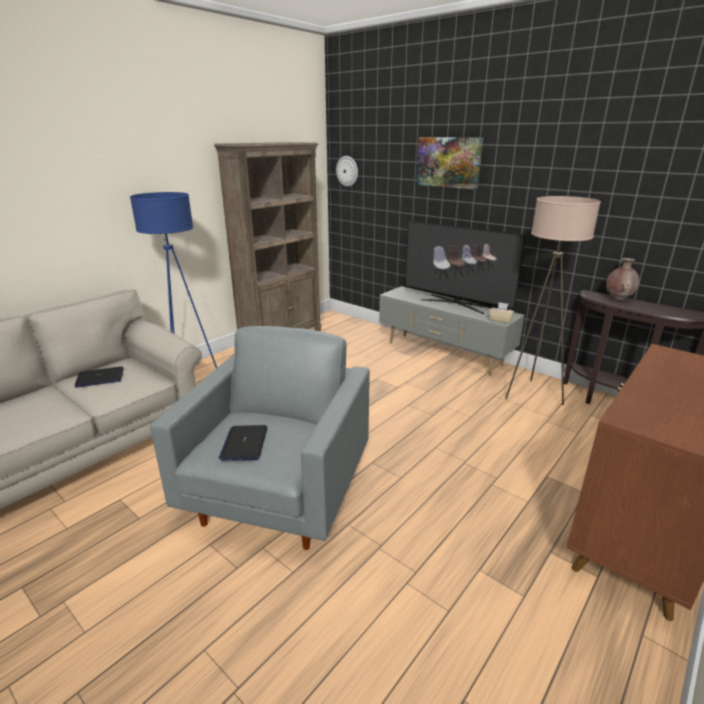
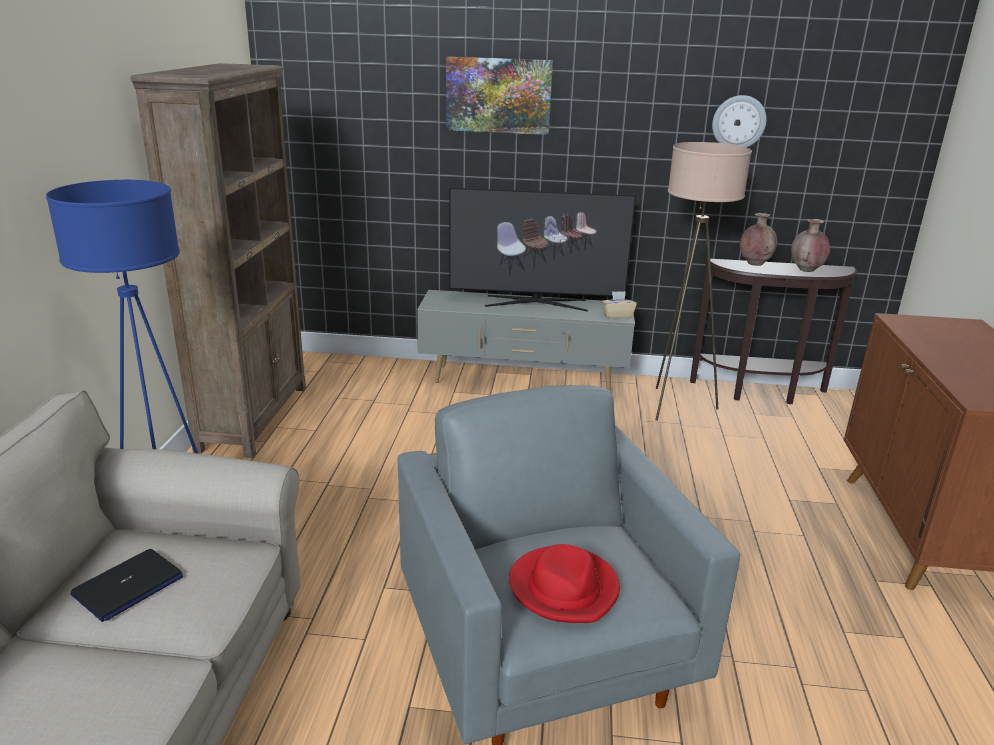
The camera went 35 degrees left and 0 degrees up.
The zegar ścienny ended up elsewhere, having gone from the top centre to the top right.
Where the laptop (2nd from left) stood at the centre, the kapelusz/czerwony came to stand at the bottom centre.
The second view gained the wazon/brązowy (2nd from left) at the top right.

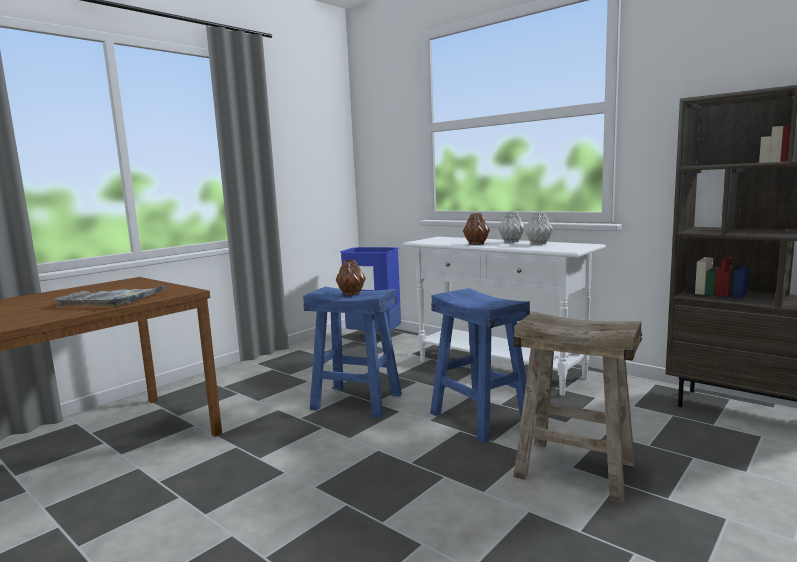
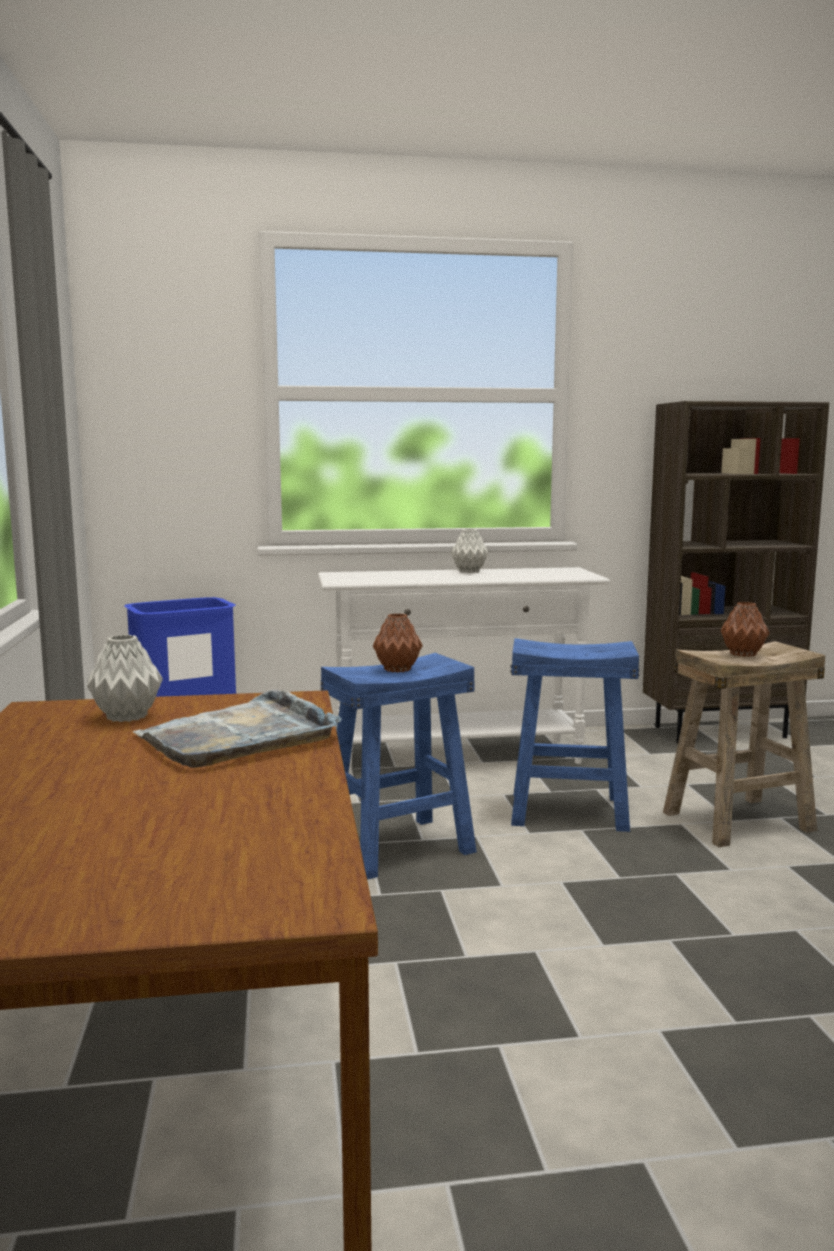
The camera went 50 degrees left and 0 degrees up.
The wazon/szary (2nd from left in the first image) ended up elsewhere, having gone from the middle right to the middle left.
The wazon/brązowy (2nd from left) ended up elsewhere, having gone from the centre to the middle right.

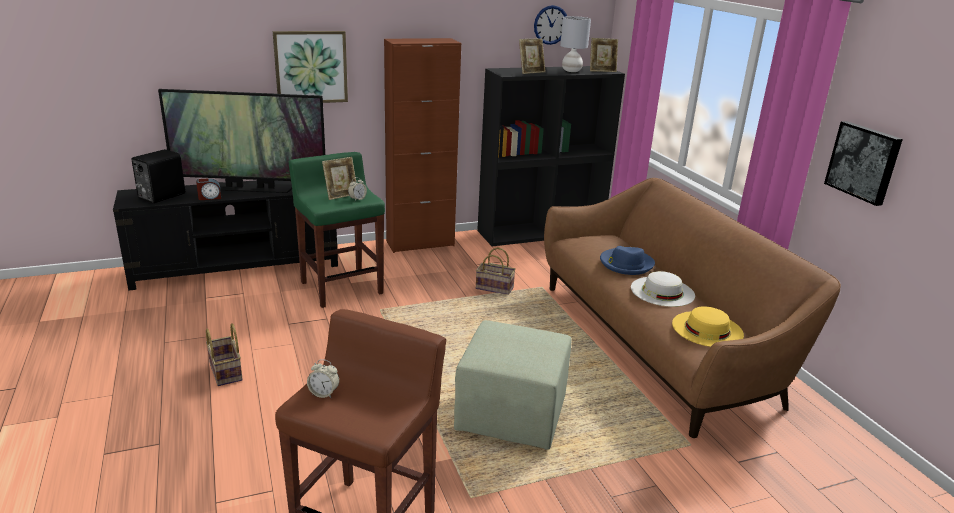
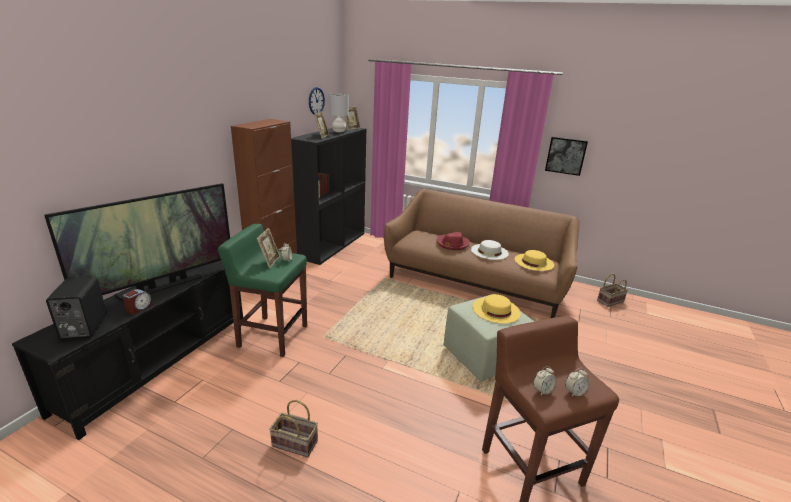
The camera went 45 degrees left and 0 degrees up.
The second view lost the obraz (1st from left) at the top left.
What was the kapelusz/niebieski at the centre turned into the kapelusz/czerwony at the centre.
The koszyk (2nd from left) ended up elsewhere, having gone from the centre to the middle right.
The second view gained the kapelusz/żółty (1st from left) at the centre.
The second view gained the budzik (4th from left) at the bottom right.

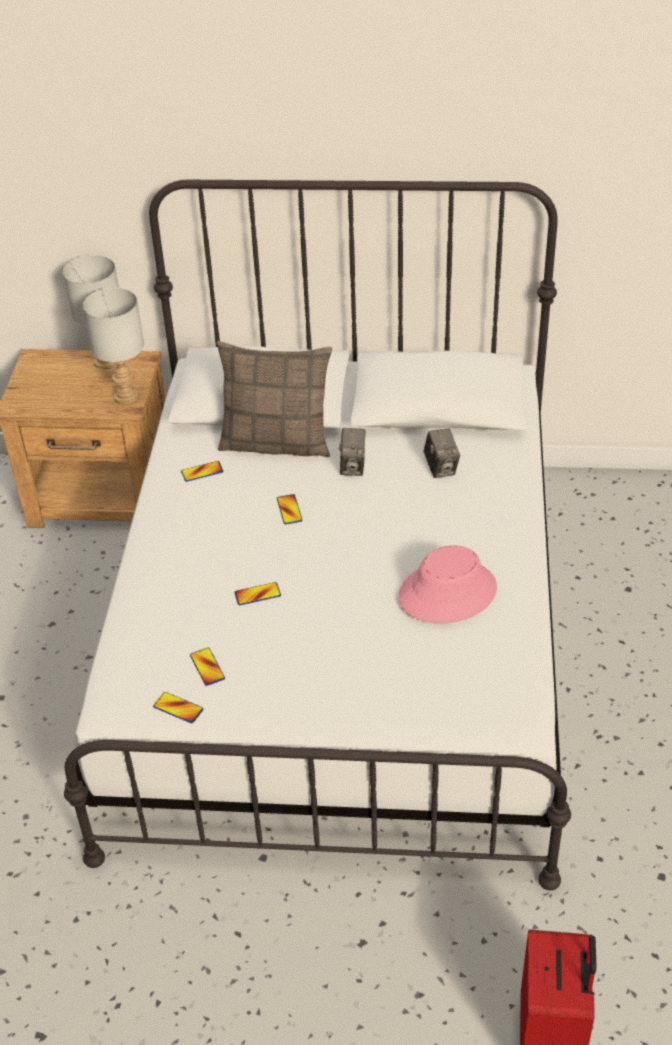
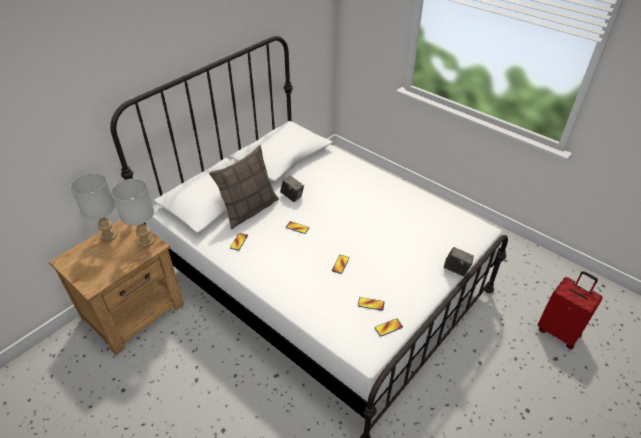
The camera went 55 degrees left and 0 degrees up.
The aparat fotograficzny (2nd from left) ended up elsewhere, having gone from the centre to the middle right.
The second view lost the kapelusz/różowy at the centre.

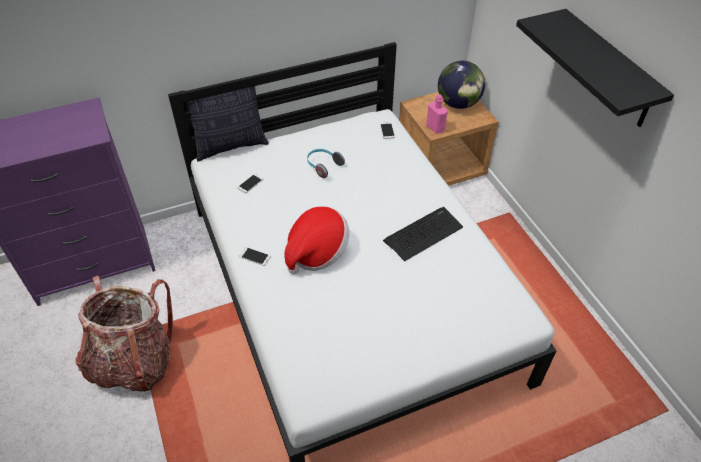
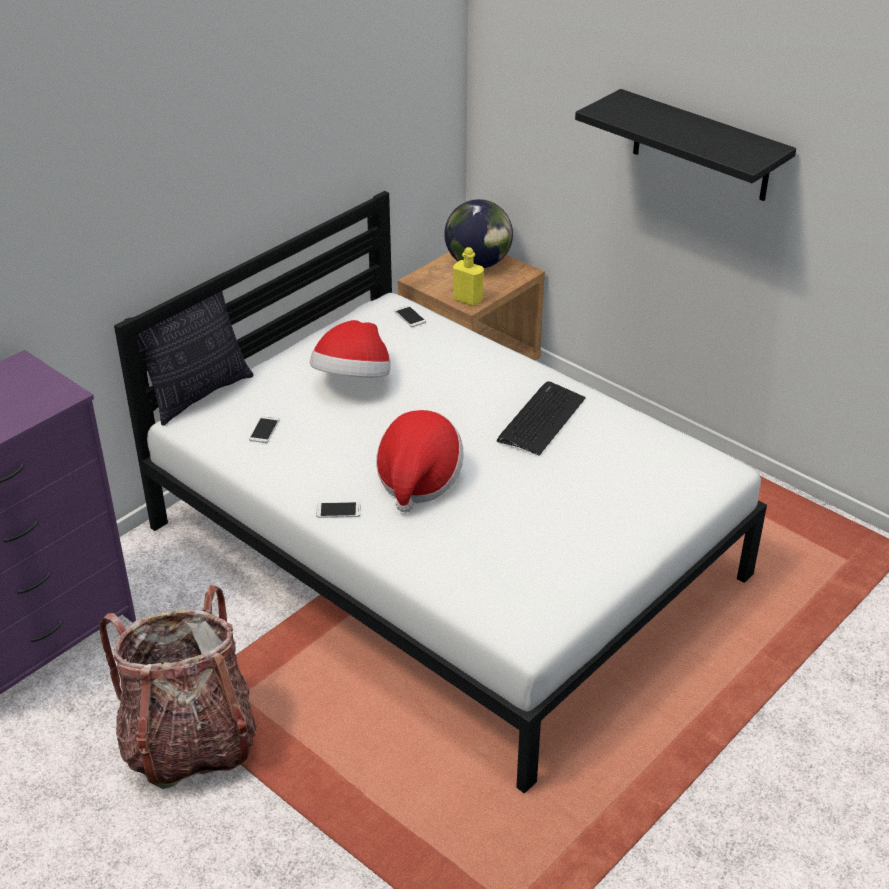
The camera went 25 degrees left and 10 degrees down.
What was the butelka/różowy at the top centre turned into the butelka/żółty at the top centre.
Where the słuchawki stood at the centre, the kapelusz (1st from left) came to stand at the centre.

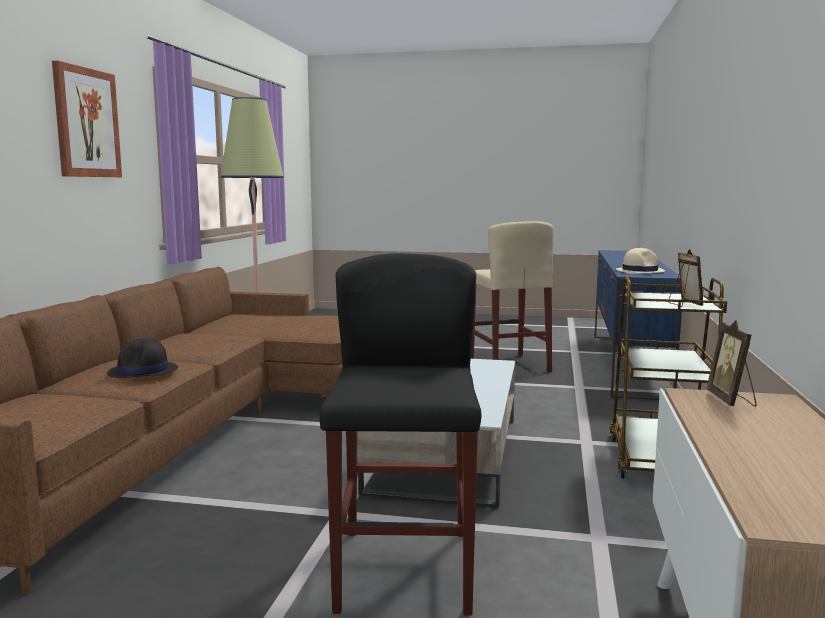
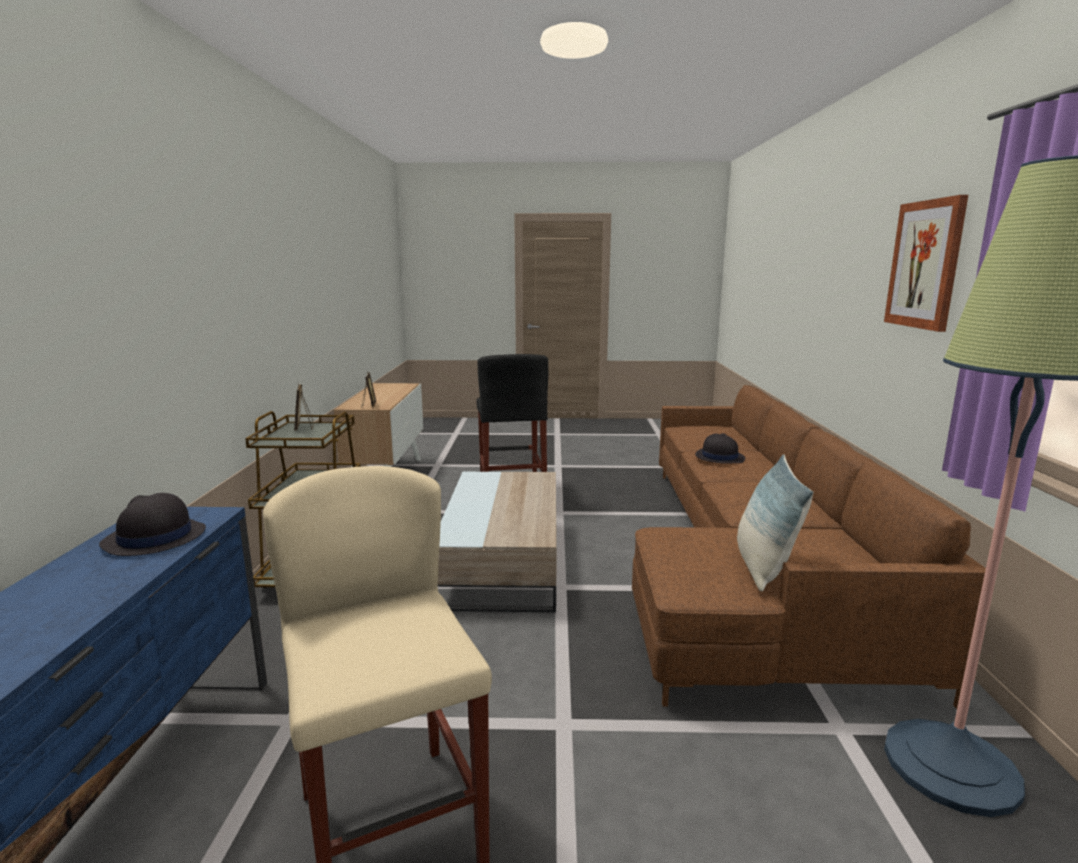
The camera went 170 degrees right and 5 degrees up.
What was the kapelusz/beżowy at the middle right turned into the kapelusz/czarny (1st from left) at the middle left.
The second view gained the poduszka at the middle right.

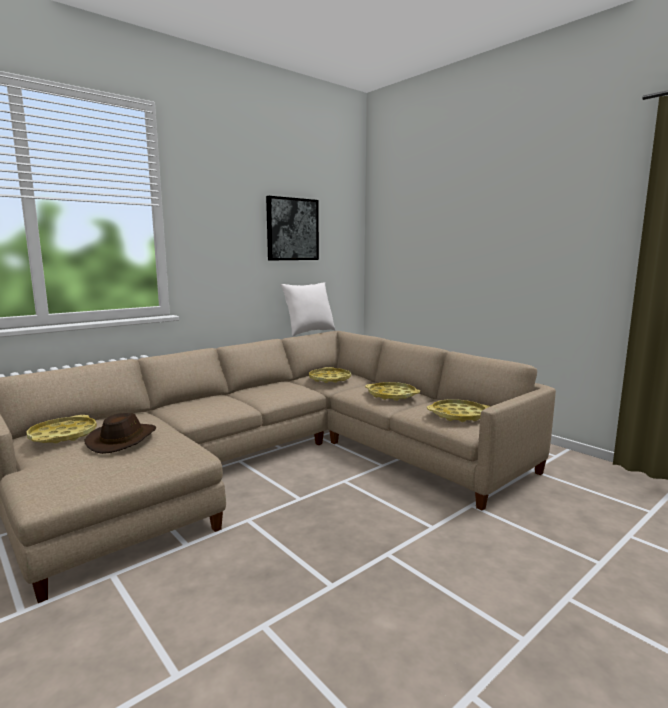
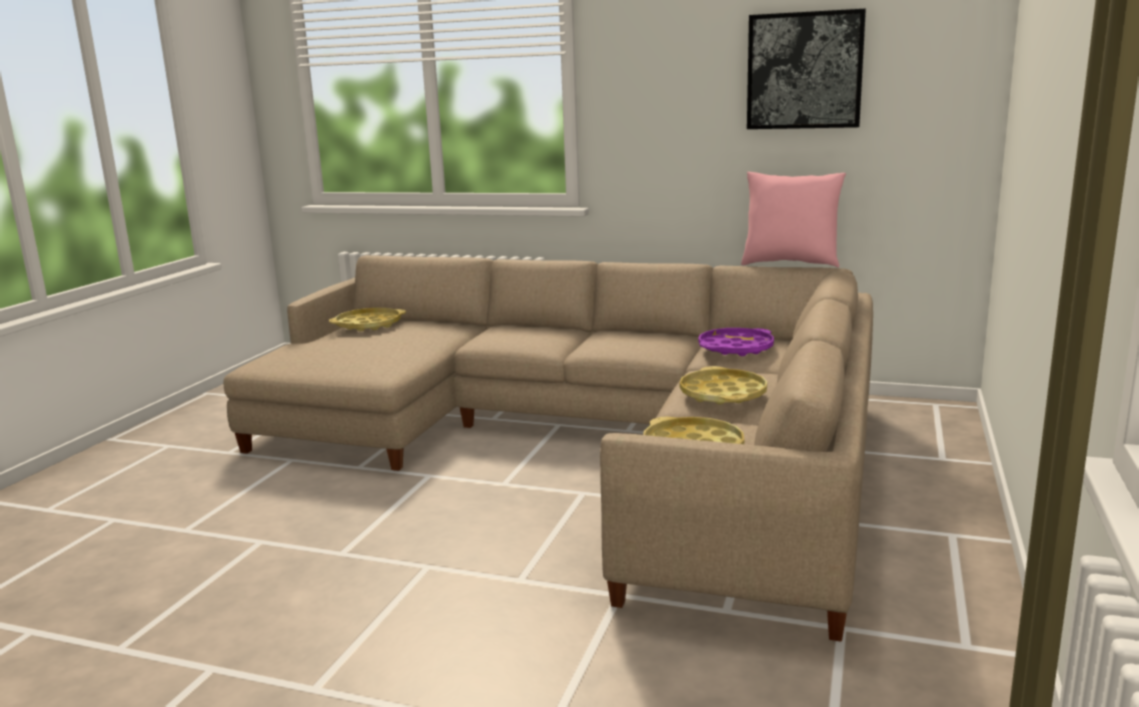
The camera went 60 degrees right and 5 degrees up.
What was the poduszka/biały at the centre turned into the poduszka/różowy at the top right.
What was the taca/żółty (2nd from left) at the centre turned into the taca/fioletowy at the centre.
The second view lost the kapelusz/brązowy at the middle left.

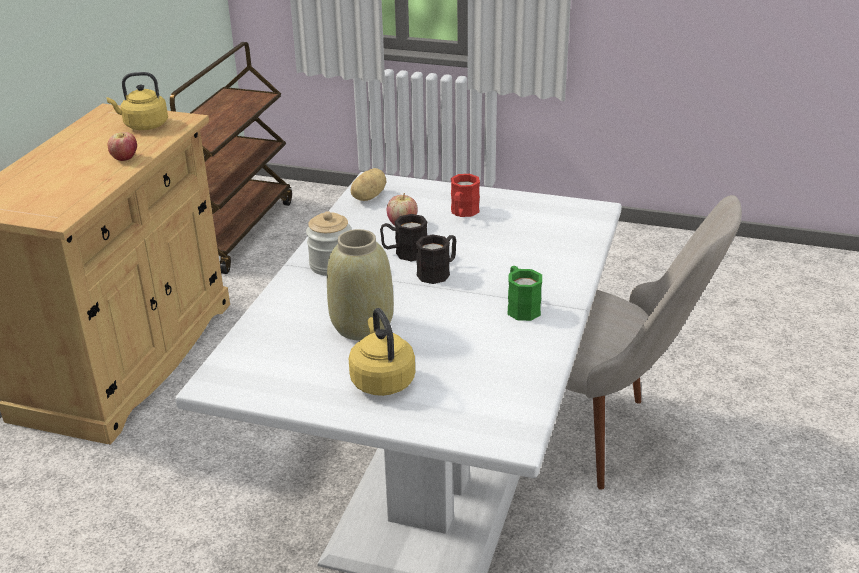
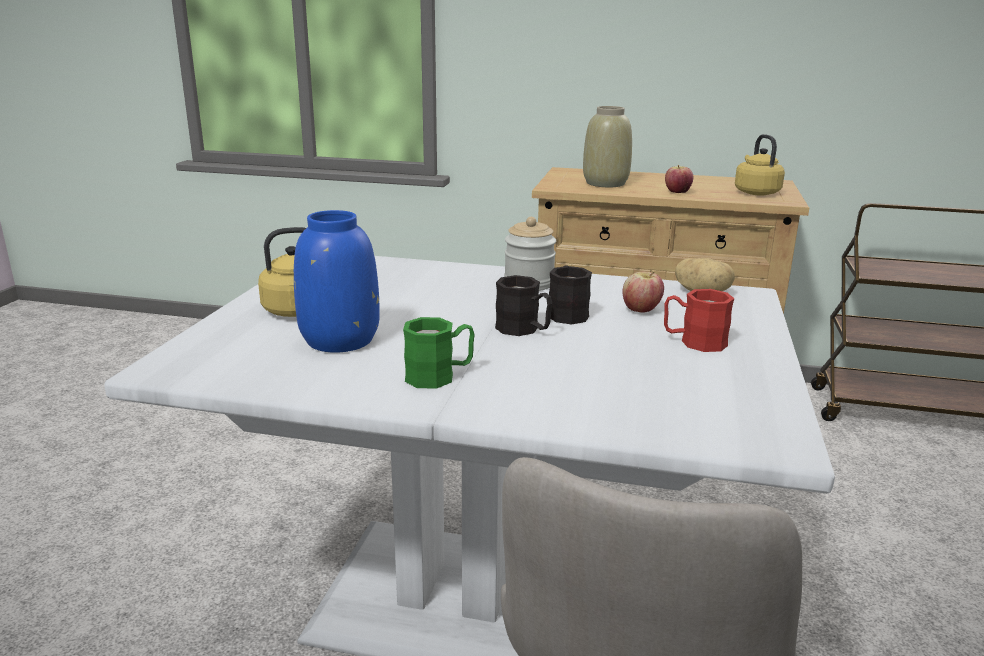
The camera went 85 degrees right and 10 degrees down.
The wazon/beżowy ended up elsewhere, having gone from the centre to the top centre.
The second view gained the wazon/niebieski at the centre.

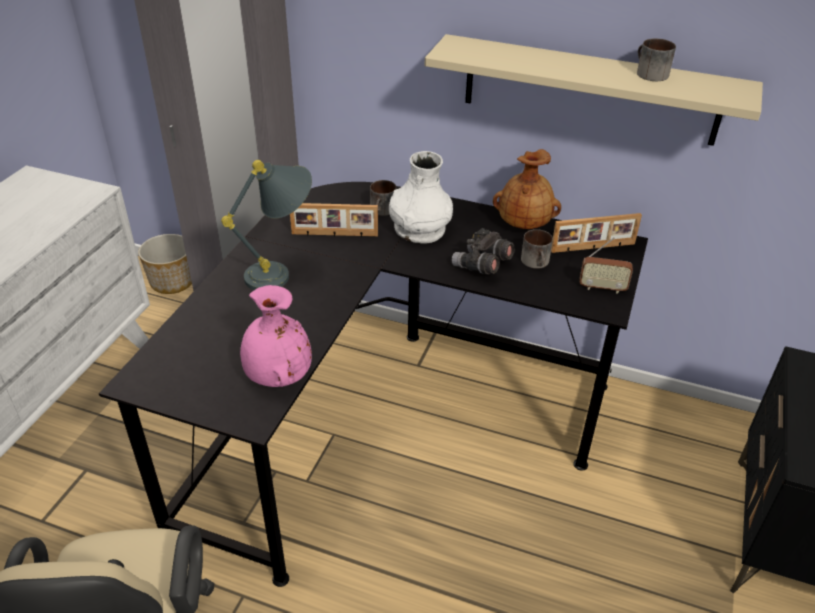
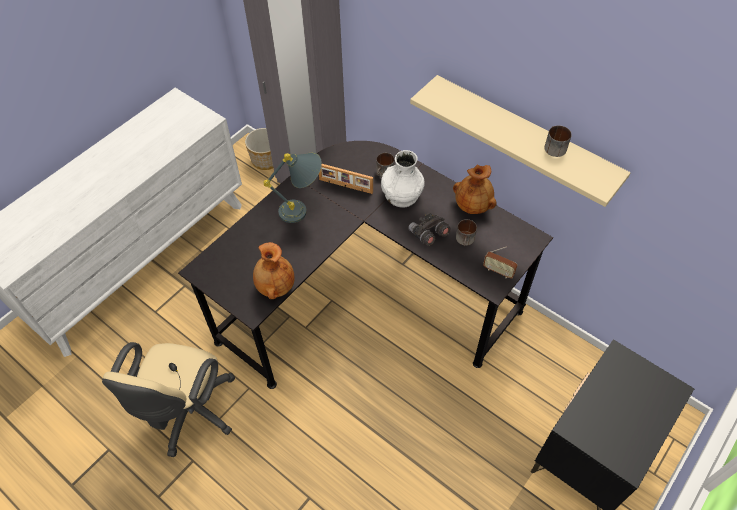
The camera went 20 degrees right and 15 degrees up.
The second view lost the ramka na zdjęcie (2nd from left) at the middle right.
What was the wazon/różowy at the centre turned into the wazon/brązowy (1st from left) at the centre.

